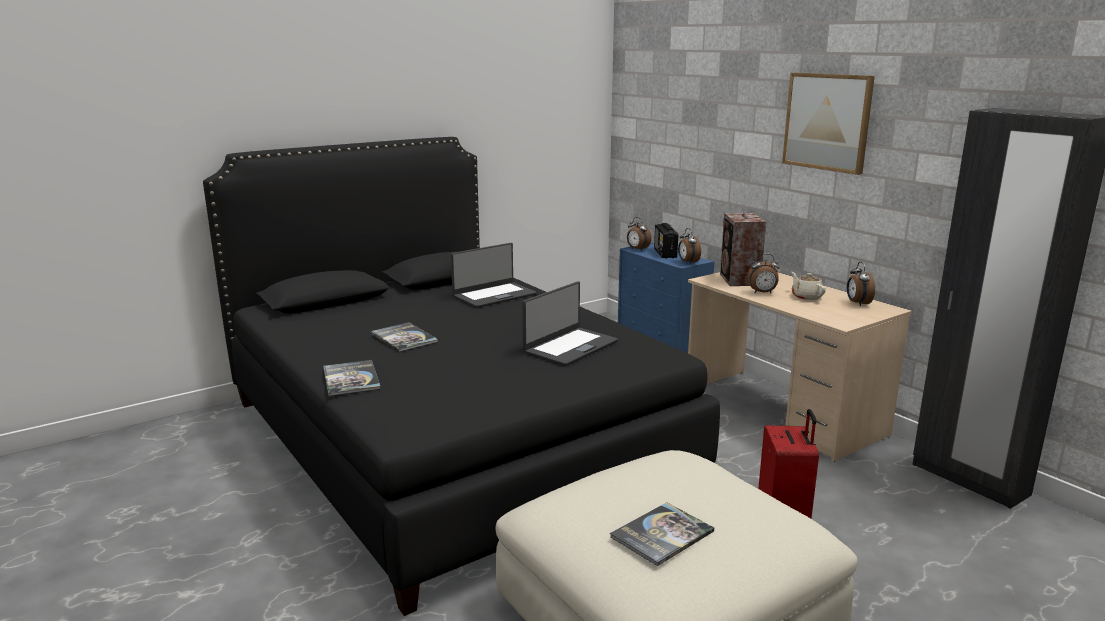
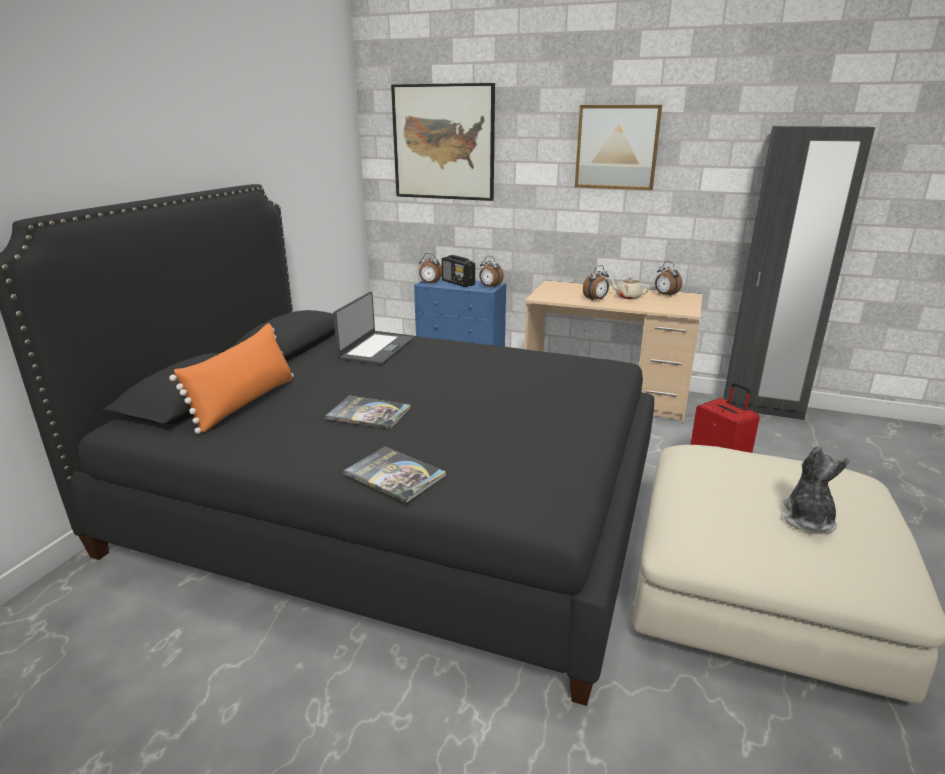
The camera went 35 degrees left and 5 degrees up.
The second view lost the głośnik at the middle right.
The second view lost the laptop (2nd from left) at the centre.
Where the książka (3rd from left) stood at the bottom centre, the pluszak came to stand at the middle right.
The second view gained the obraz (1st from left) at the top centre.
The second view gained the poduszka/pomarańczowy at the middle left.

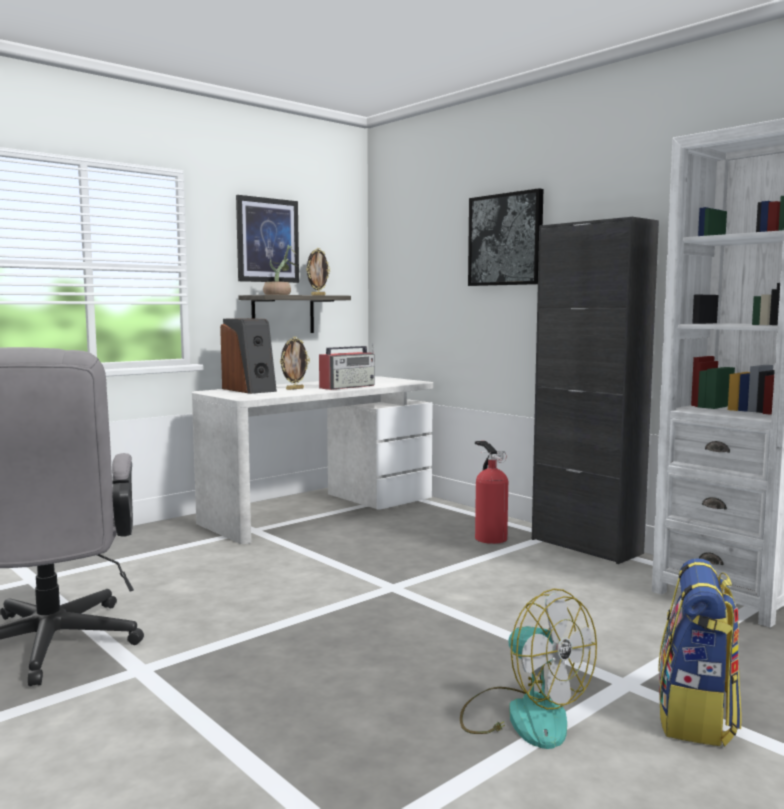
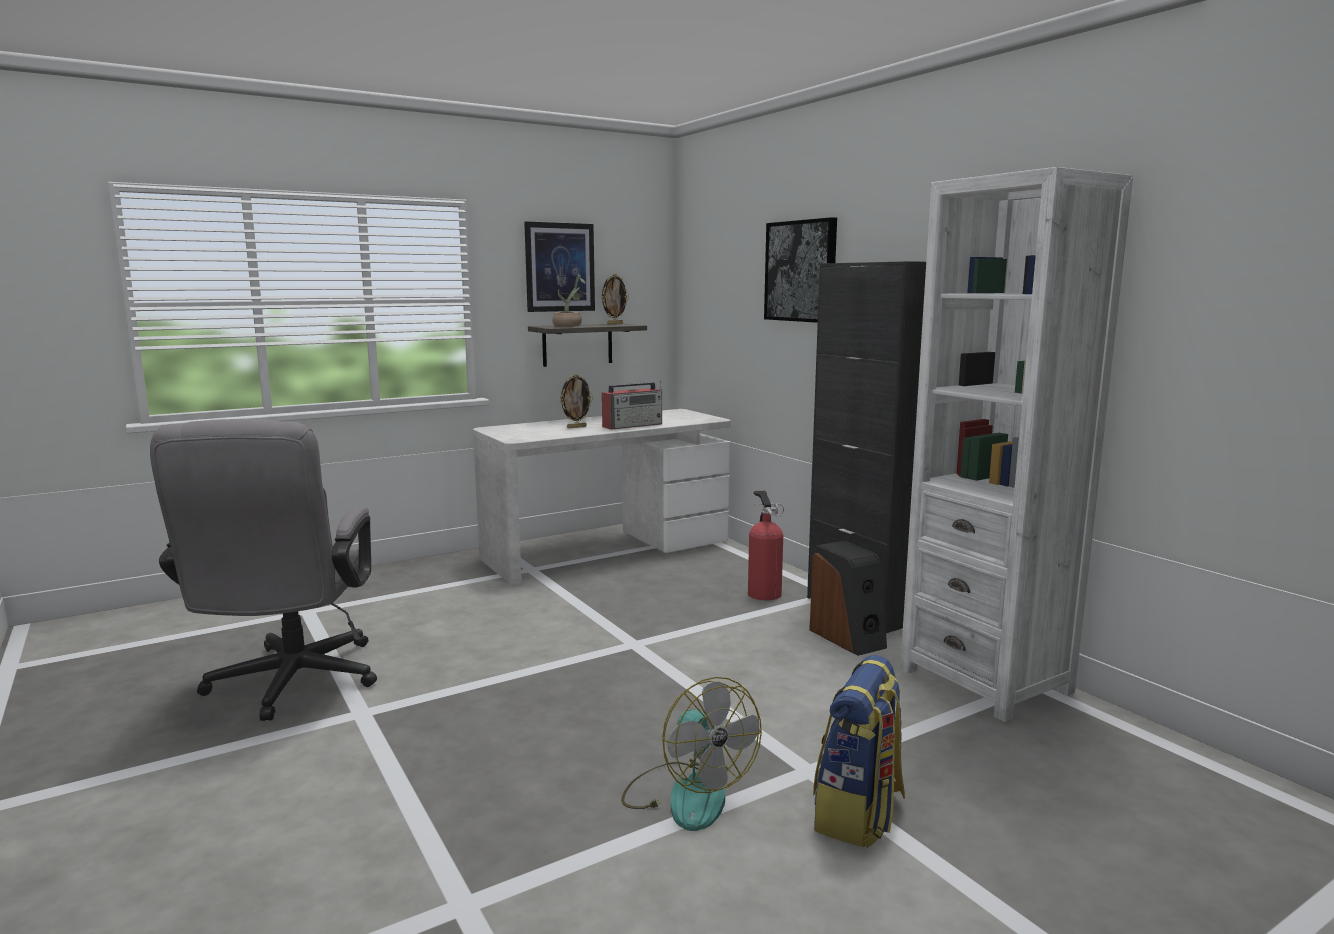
The camera went 10 degrees right and 5 degrees up.
The głośnik ended up elsewhere, having gone from the middle left to the centre.

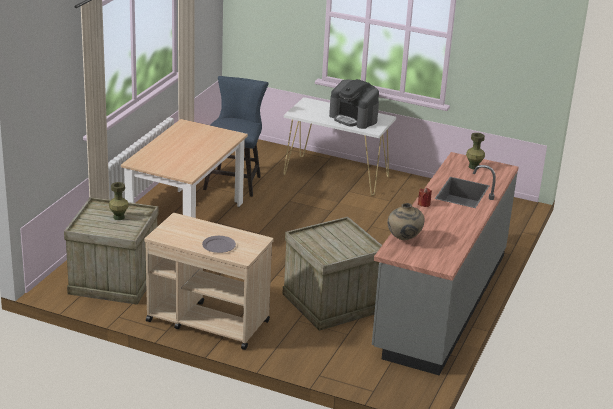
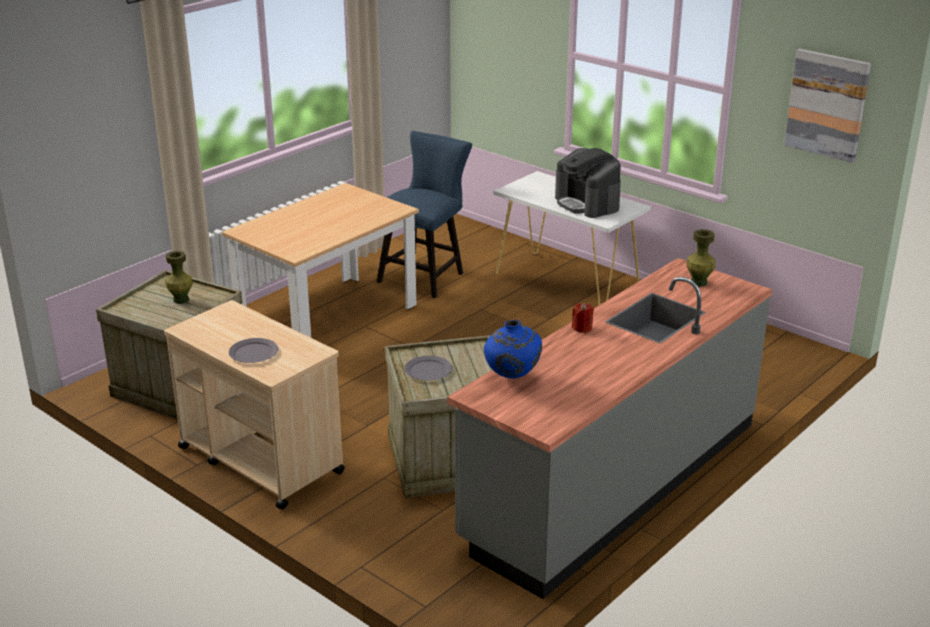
The camera went 20 degrees right and 0 degrees up.
What was the wazon/beżowy at the centre turned into the wazon/niebieski at the centre.
The second view gained the obraz at the top right.
The second view gained the talerz/szary (2nd from left) at the centre.

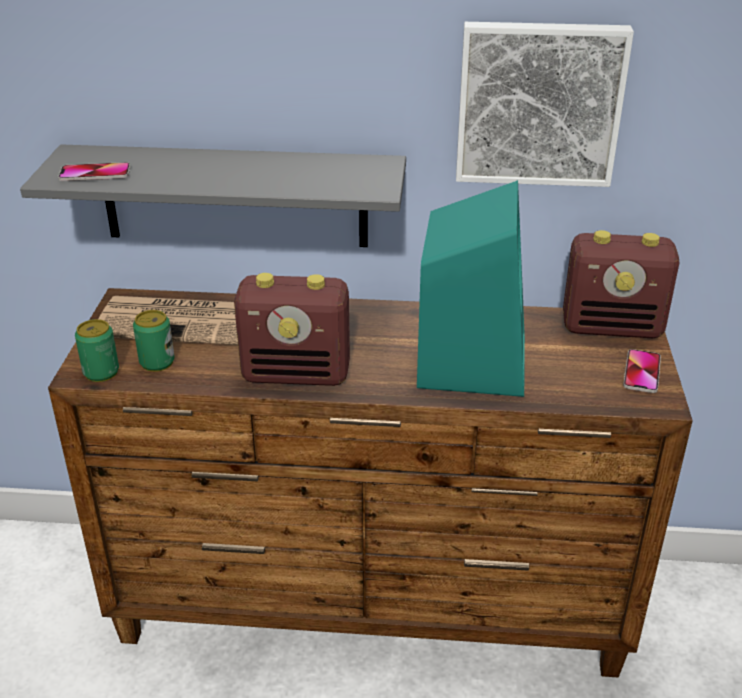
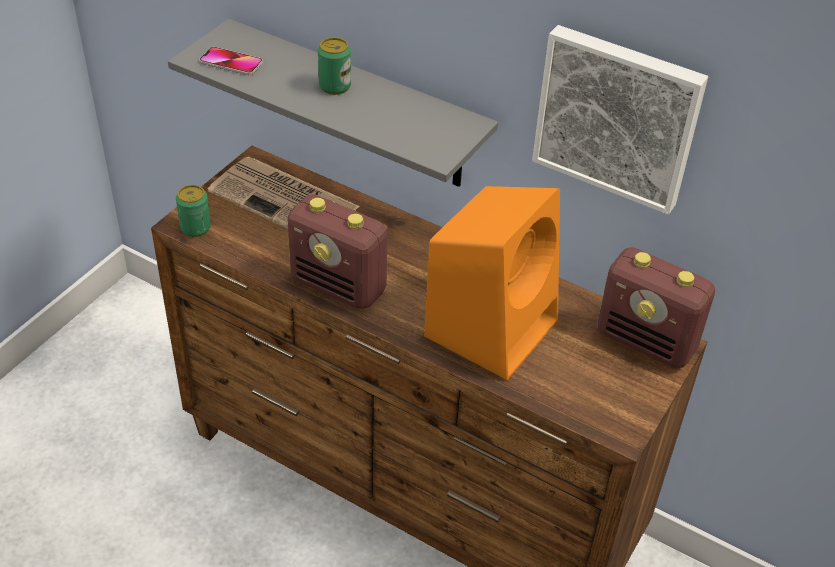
The camera went 25 degrees right and 10 degrees up.
What was the głośnik/turkusowy at the centre turned into the głośnik/pomarańczowy at the centre.
The puszka (2nd from left) ended up elsewhere, having gone from the middle left to the top centre.
The second view lost the telefon (2nd from left) at the middle right.

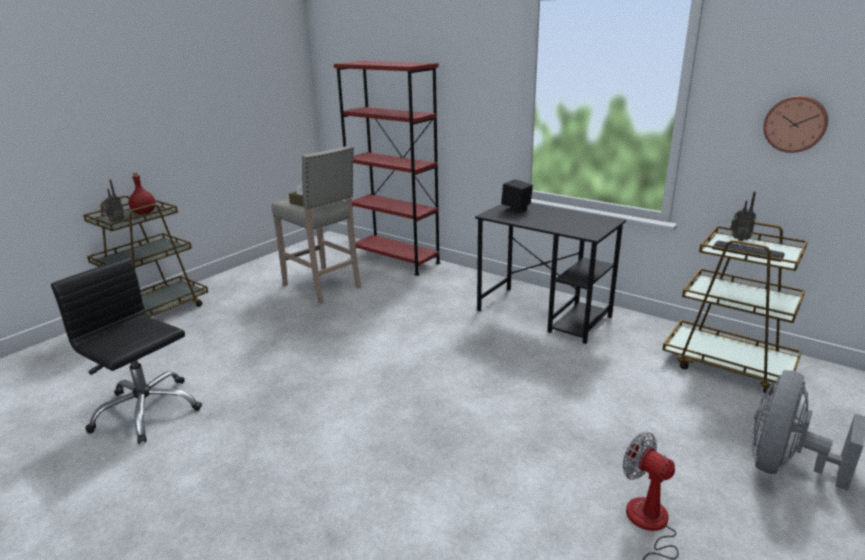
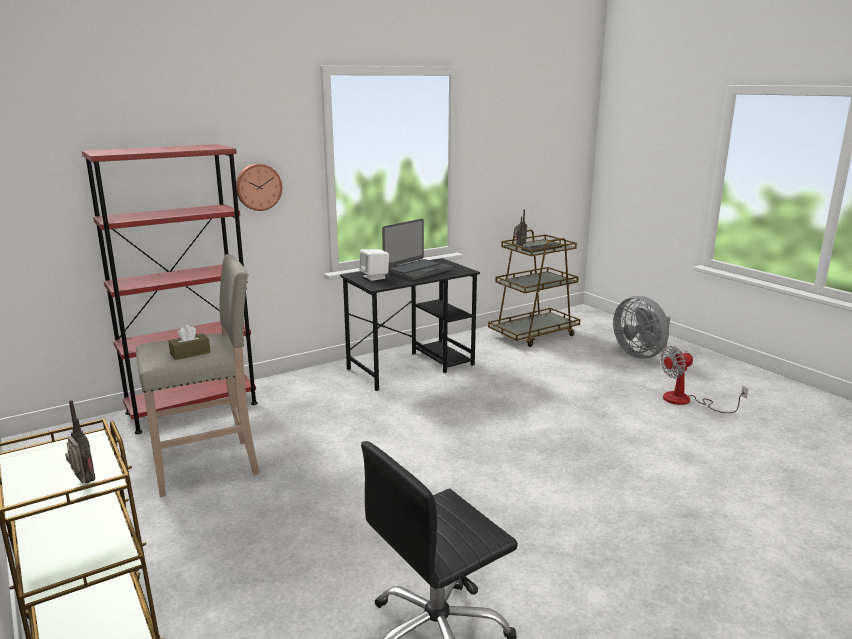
The camera went 70 degrees left and 5 degrees down.
The zegar ścienny ended up elsewhere, having gone from the top right to the top left.
The second view lost the butelka/czerwony at the middle left.
What was the głośnik/czarny at the centre turned into the głośnik/biały at the centre.
The second view gained the laptop at the centre.

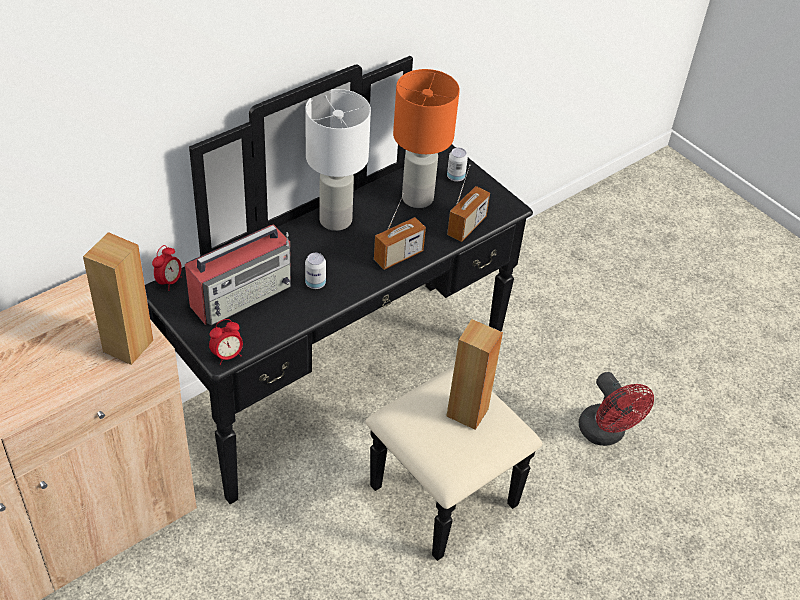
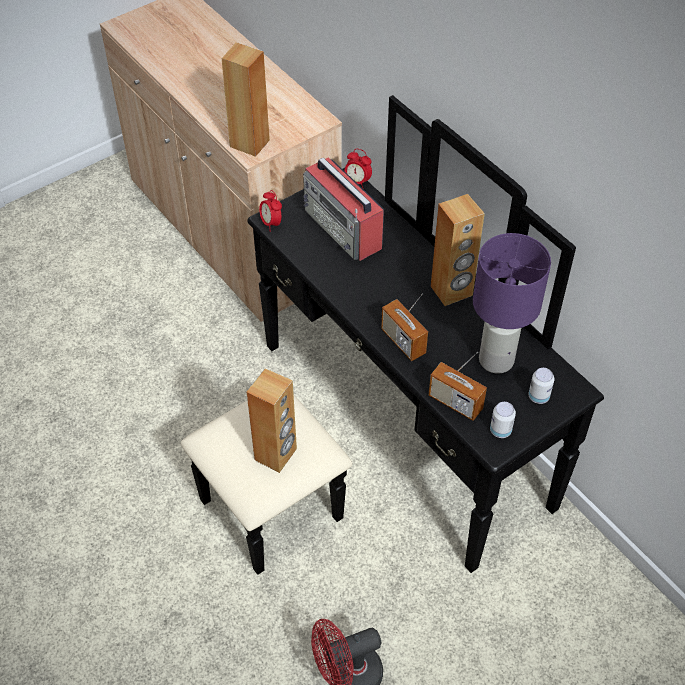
The camera went 95 degrees right and 5 degrees up.
What was the lampa stołowa/pomarańczowy at the top centre turned into the lampa stołowa/fioletowy at the middle right.
Where the lampa stołowa/biały stood at the top centre, the głośnik/brązowy (3rd from left) came to stand at the middle right.
The puszka (1st from left) ended up elsewhere, having gone from the centre to the middle right.

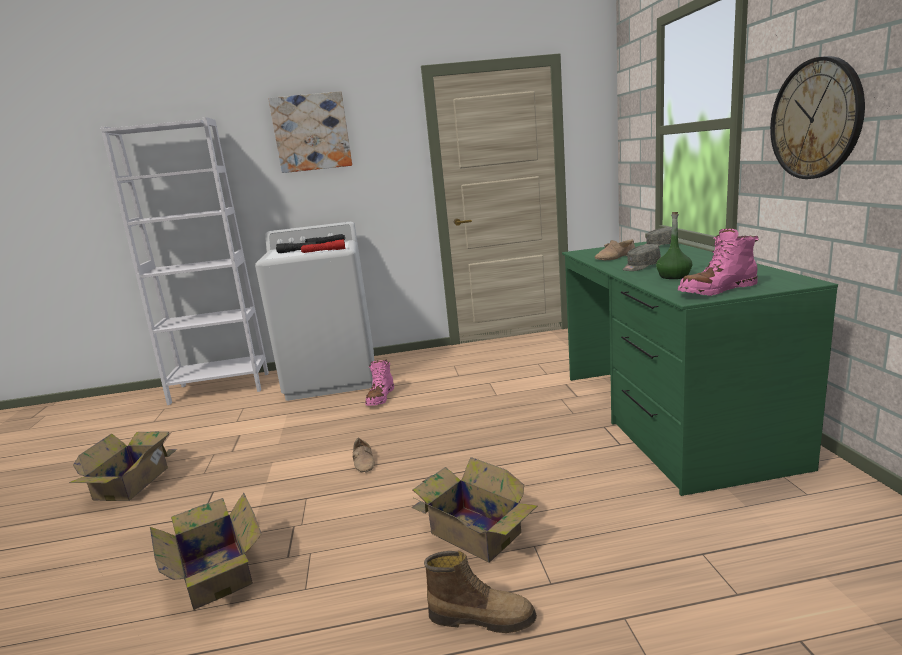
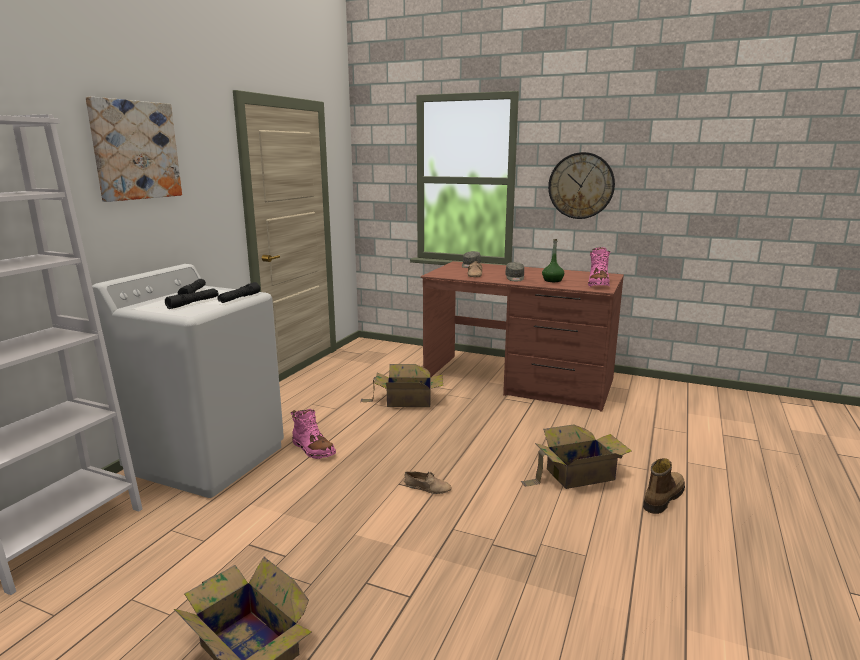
The camera went 60 degrees left and 0 degrees up.
What was the latarka/czerwony at the centre turned into the latarka/czarny (3rd from left) at the middle left.
What was the biurko/zielony at the middle right turned into the biurko/brązowy at the centre.
The karton (2nd from left) ended up elsewhere, having gone from the bottom left to the centre.

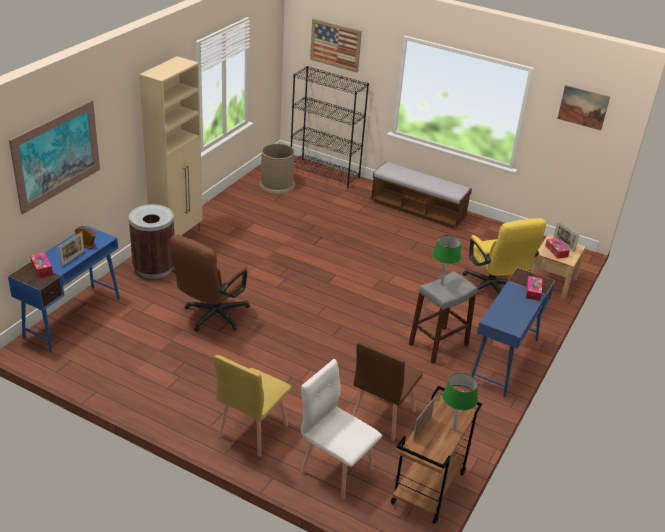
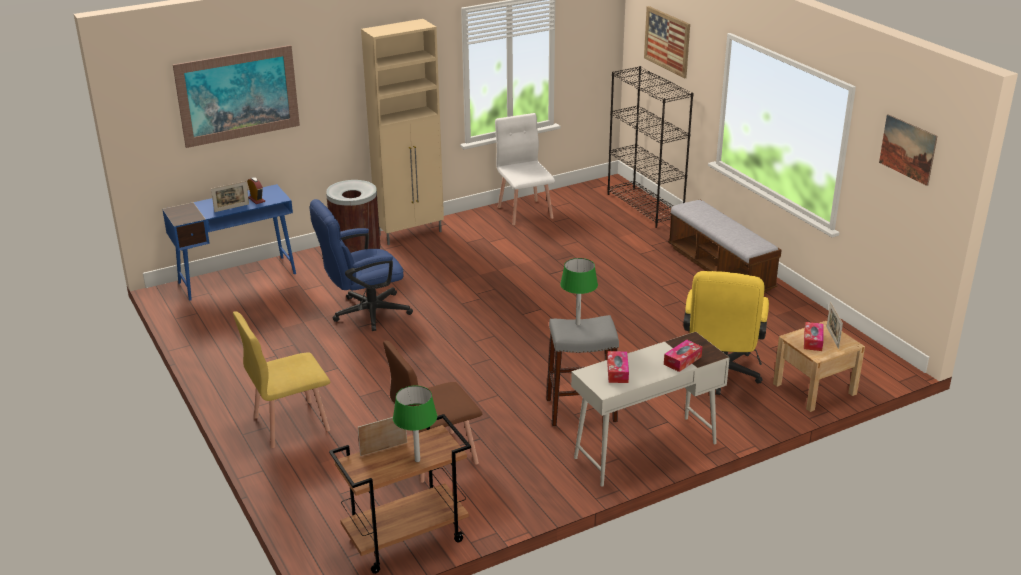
The camera went 35 degrees right and 5 degrees down.
The second view lost the kosz na śmieci/brązowy (2nd from left) at the top centre.
What was the krzesło biurowe/brązowy at the middle left turned into the krzesło biurowe/niebieski at the centre.
The pudełko chusteczek (1st from left) ended up elsewhere, having gone from the middle left to the centre.
What was the biurko/niebieski (2nd from left) at the middle right turned into the biurko/biały at the bottom centre.
The krzesło/biały ended up elsewhere, having gone from the bottom centre to the top centre.

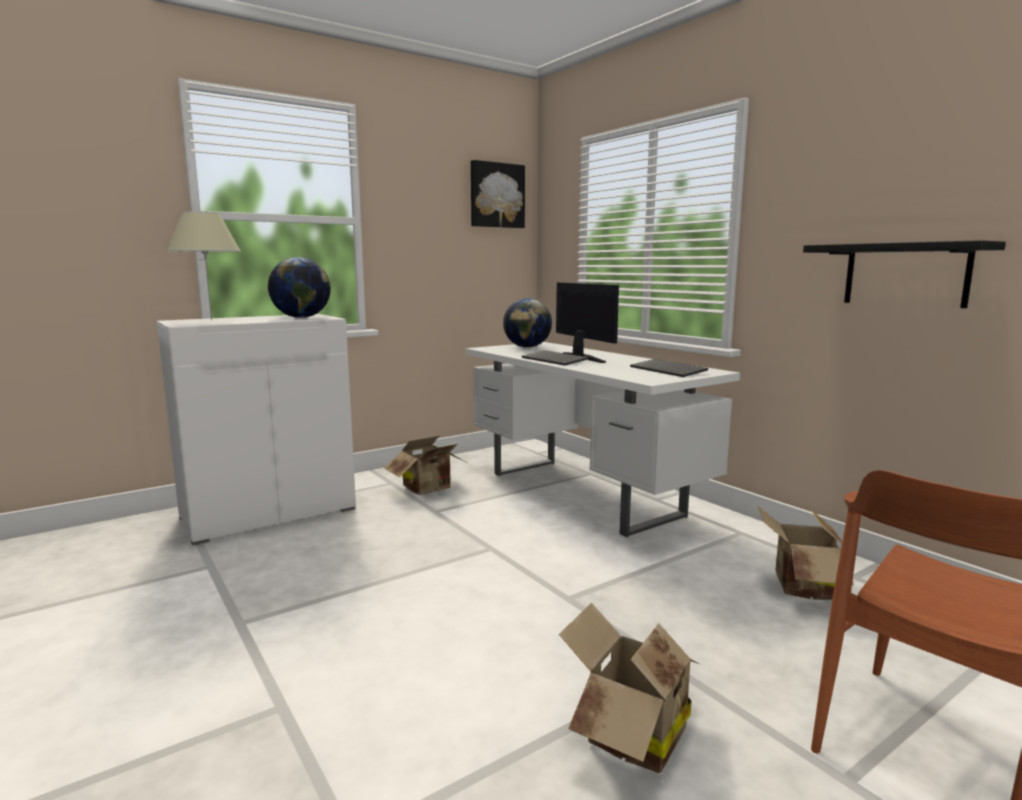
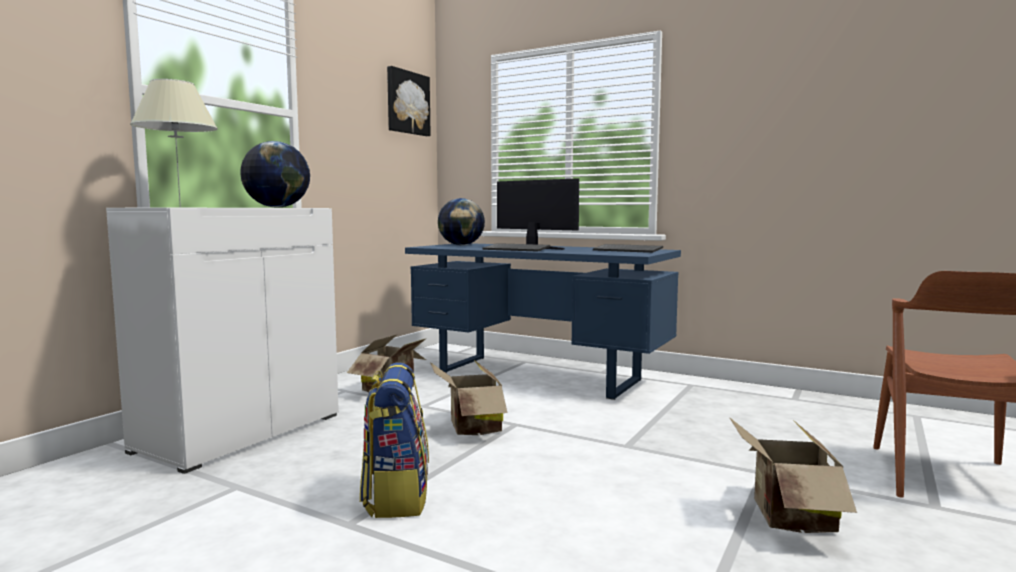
The camera went 25 degrees left and 5 degrees down.
The second view lost the półka/czarny at the middle right.
What was the biurko/biały at the centre turned into the biurko/niebieski at the centre.
The karton (3rd from left in the first image) ended up elsewhere, having gone from the bottom right to the bottom centre.
The second view gained the plecak at the bottom centre.

